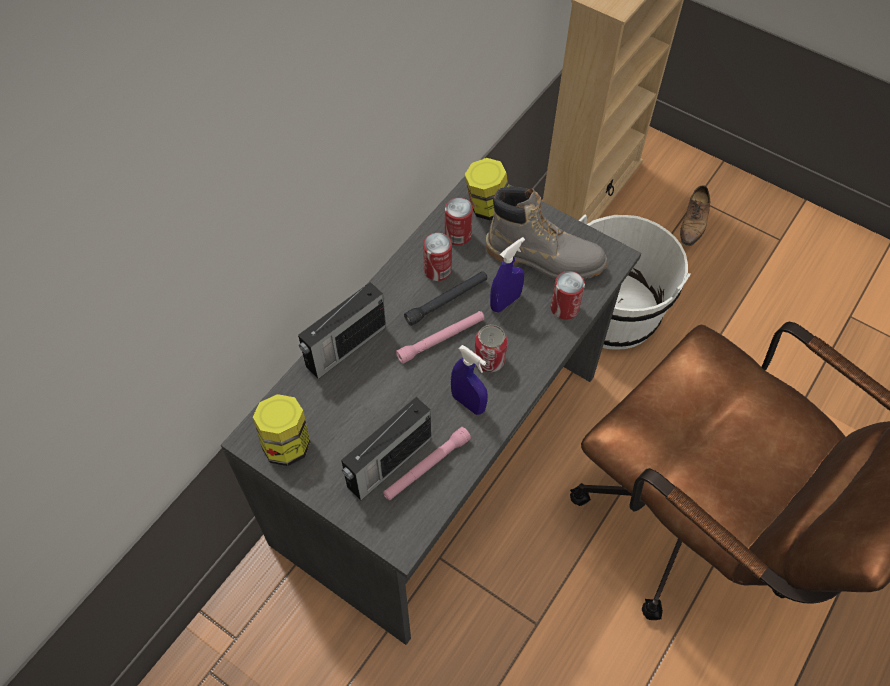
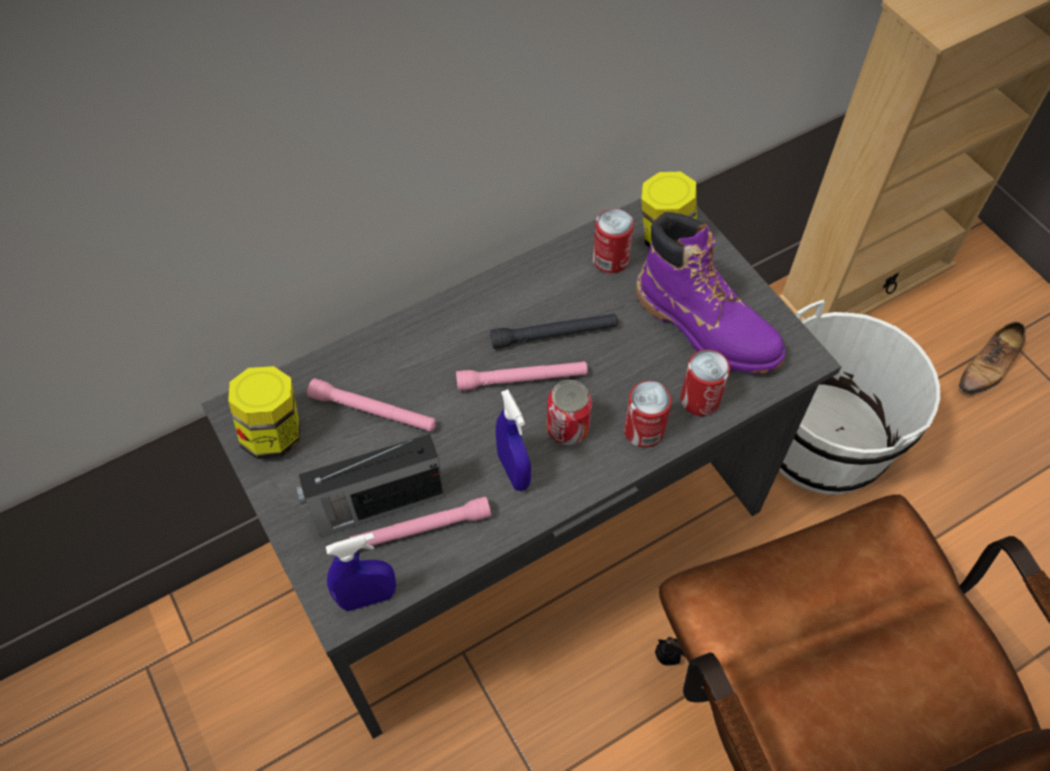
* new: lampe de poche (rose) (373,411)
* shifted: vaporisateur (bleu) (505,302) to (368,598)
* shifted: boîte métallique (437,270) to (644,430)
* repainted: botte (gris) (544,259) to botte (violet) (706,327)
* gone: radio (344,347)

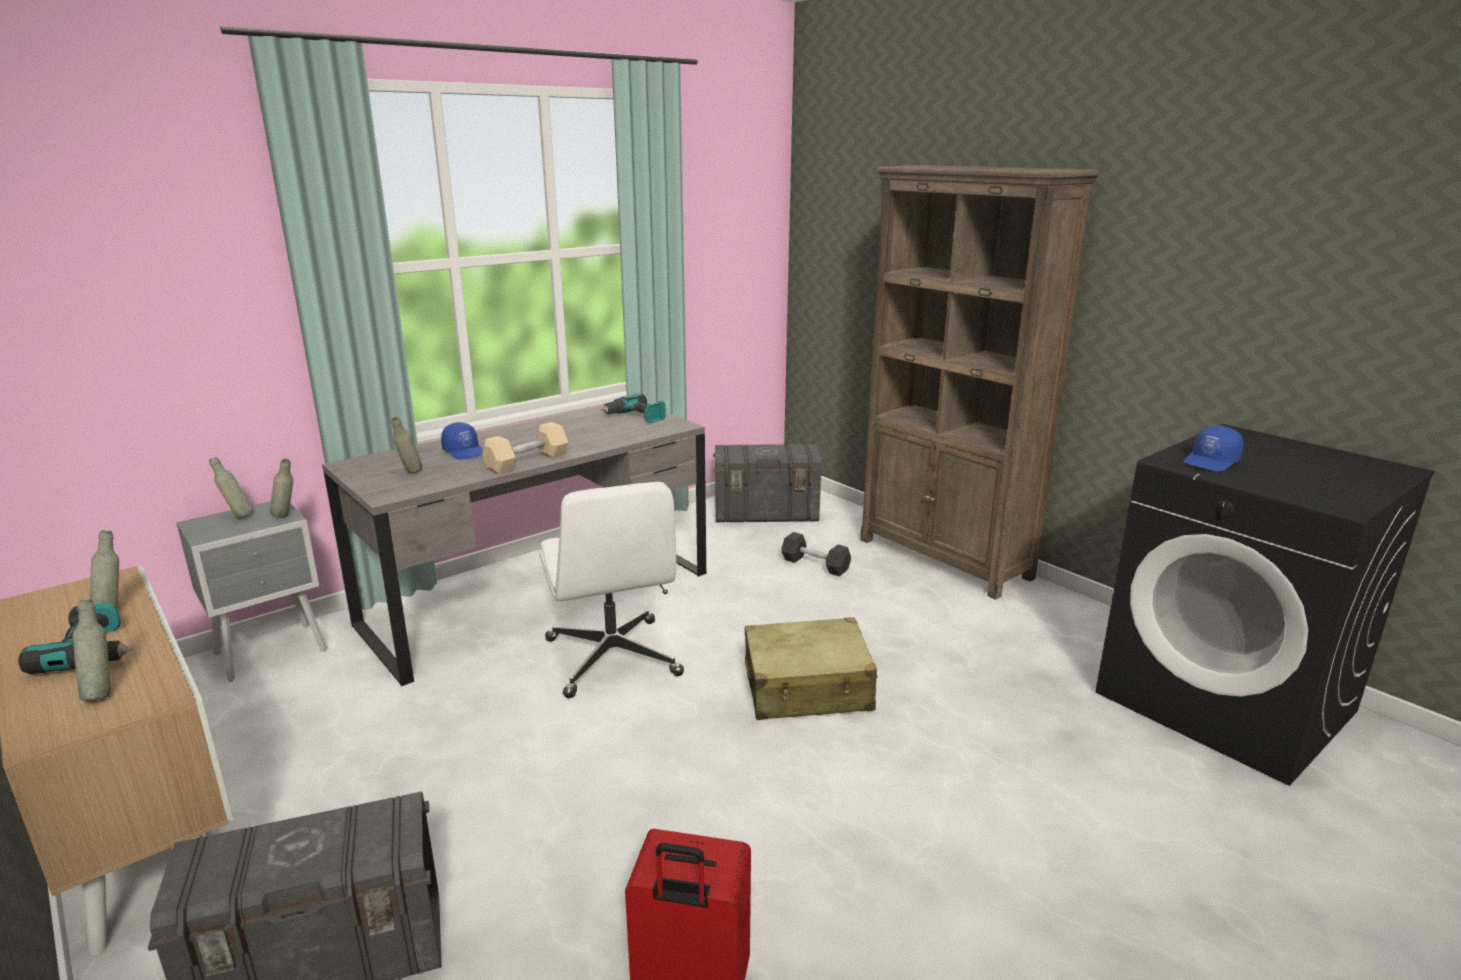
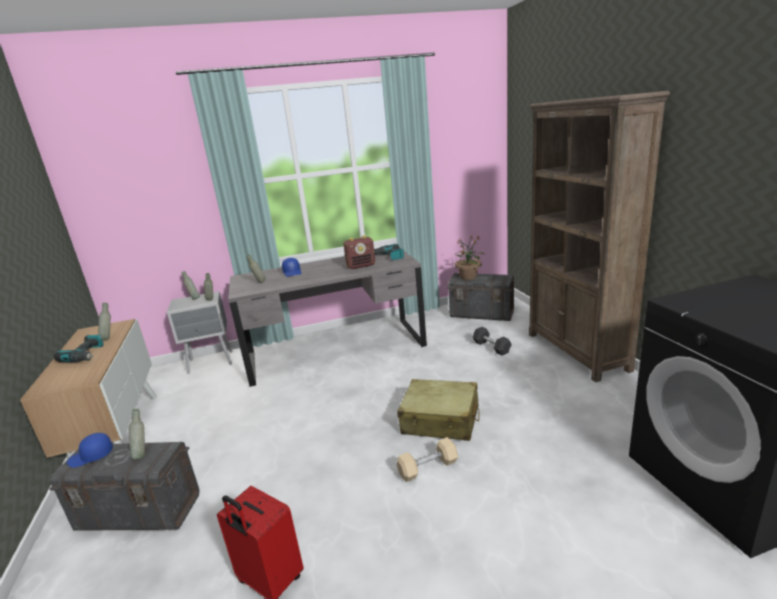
* shifted: casquette (bleu) (1211,462) to (91,457)
* shifted: bouteille (gris) (102,693) to (142,454)
* new: radio (361,266)
* shifted: haltère (beige) (527,462) to (428,468)
* new: plante en pot (468,277)
* gone: chaise de bureau (blanc) (613,658)

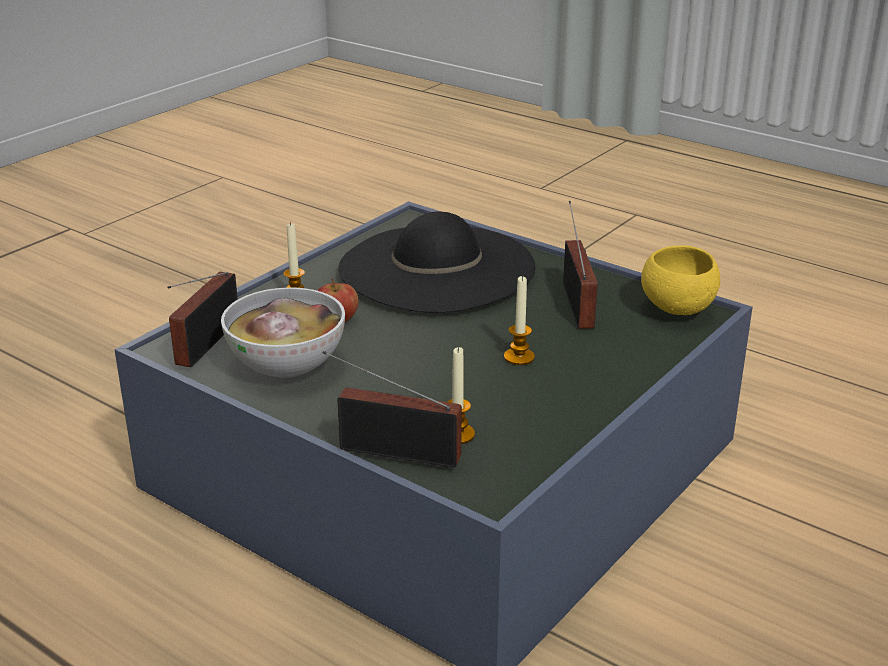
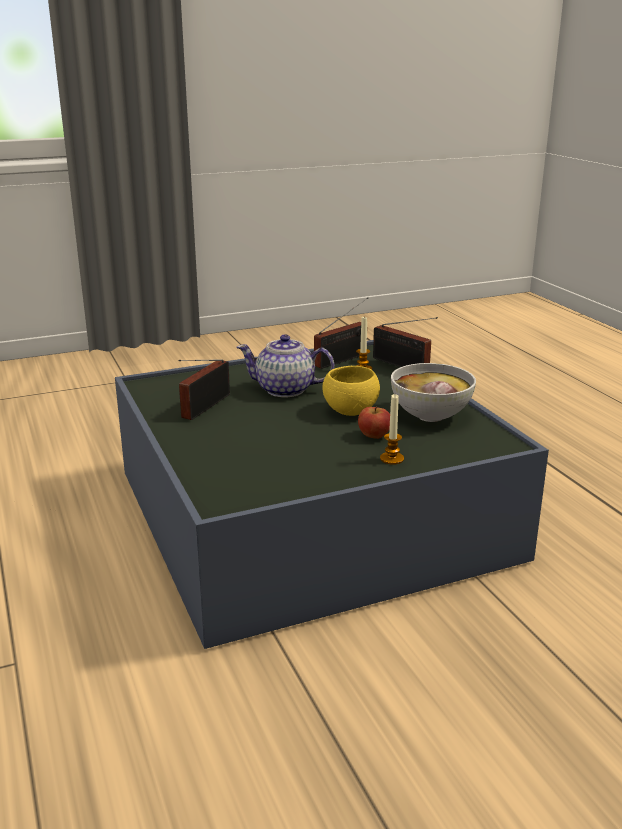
* swapped: bougie (519,357) to théière (286,390)
* shifted: radio (204,344) to (343,359)
* shifted: bol (jaune) (677,308) to (351,411)
* gone: chapeau (noir) (436,267)

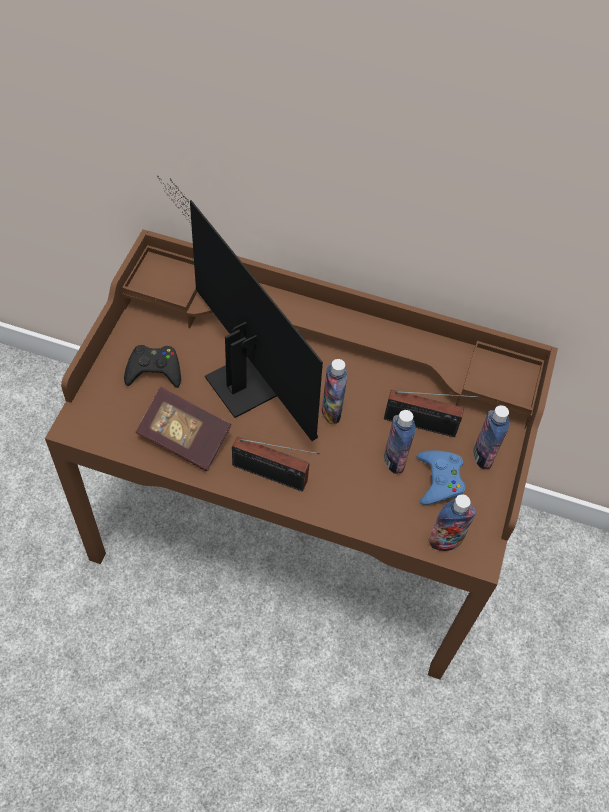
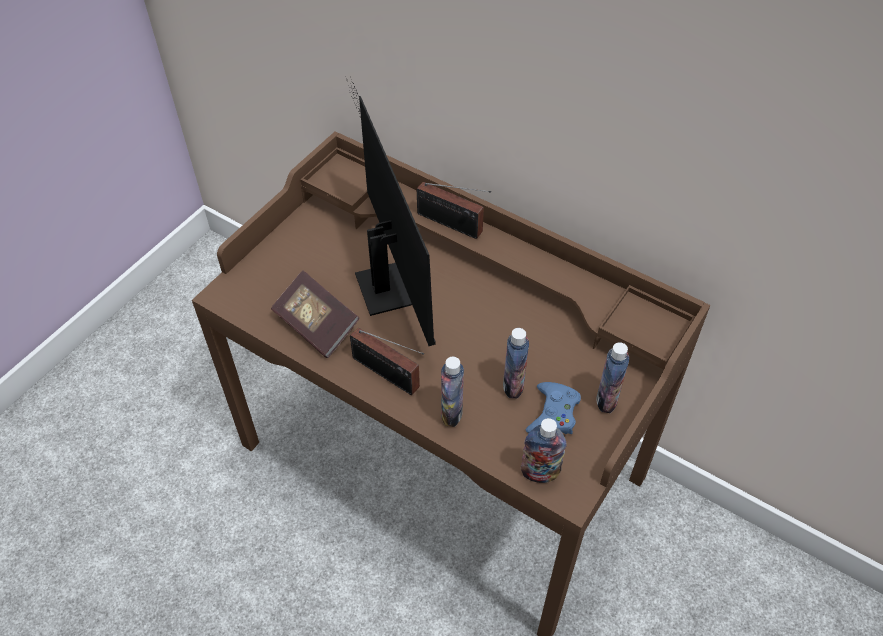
* shifted: radio (424,425) to (452,225)
* shifted: bouteille (331,411) to (451,413)
* gone: manette (noir) (154,370)

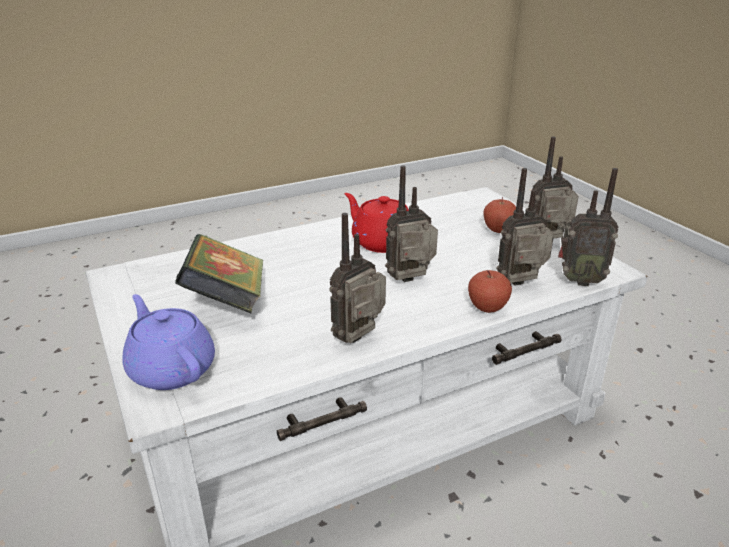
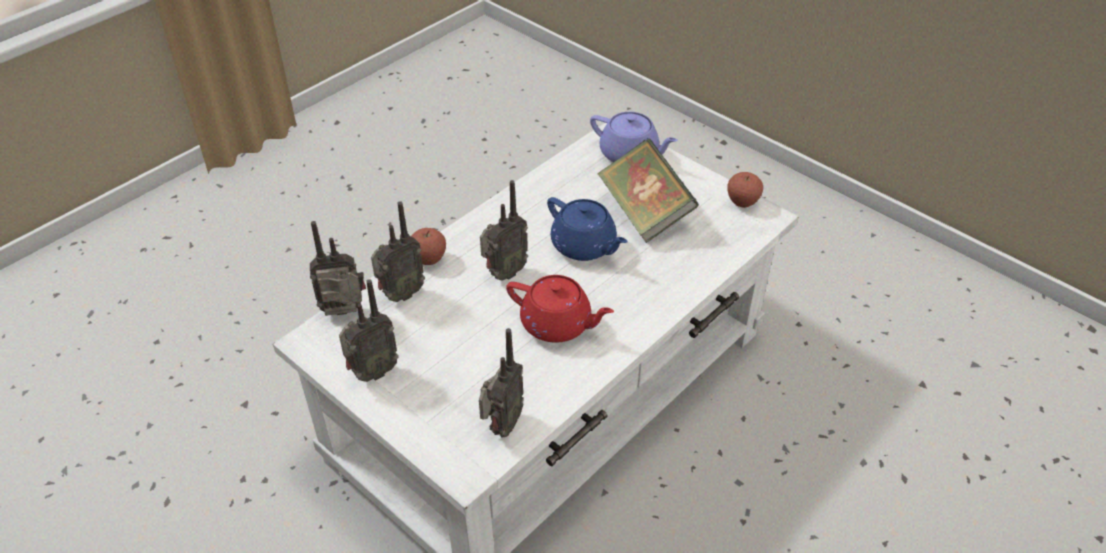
* shifted: radio (360,340) to (501,427)
* new: théière (bleu) (584,246)
* shifted: pomme (498,230) to (742,202)

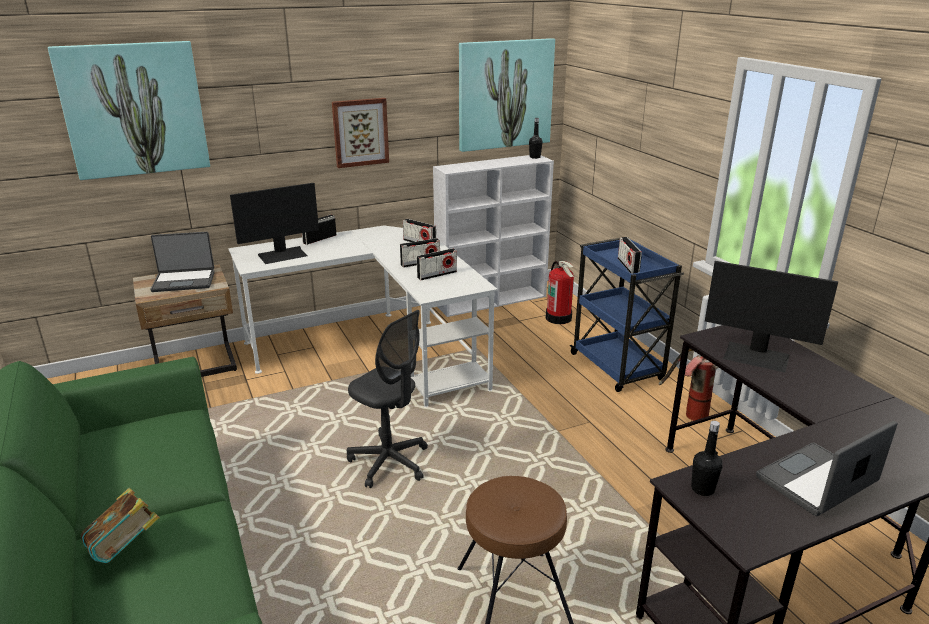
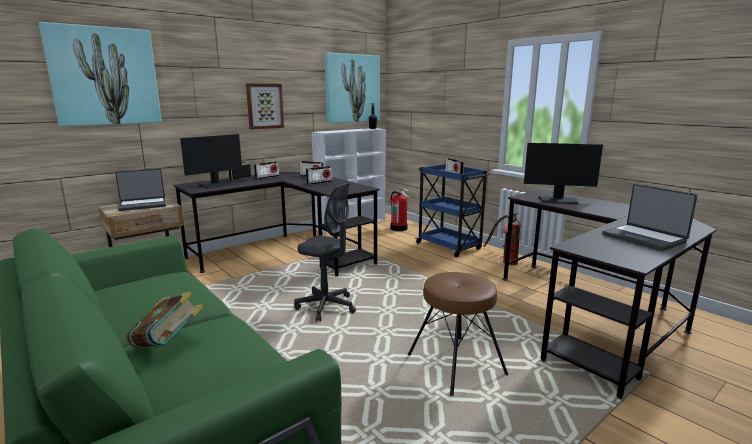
* repainted: bureau (blanc) (375,351) to bureau (noir) (285,253)
* shifted: radio (437,275) to (267,177)
* rotated: ordinateur portable (817,482) = (644,238) 75 degrees counterclockwise
* gone: bouteille (noir) (702,489)

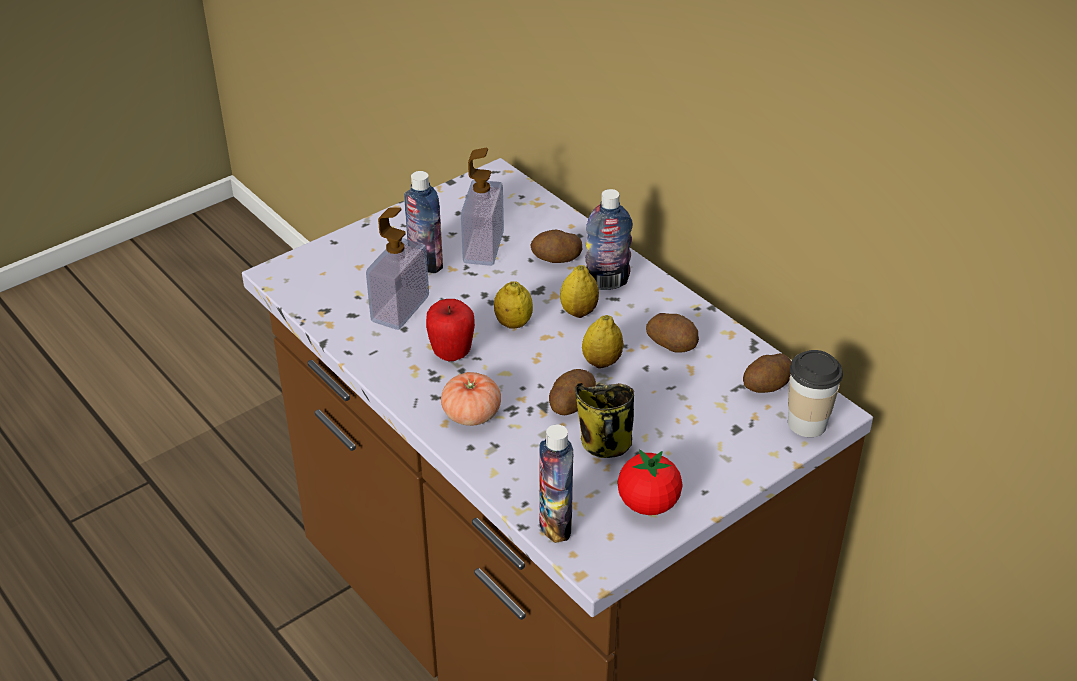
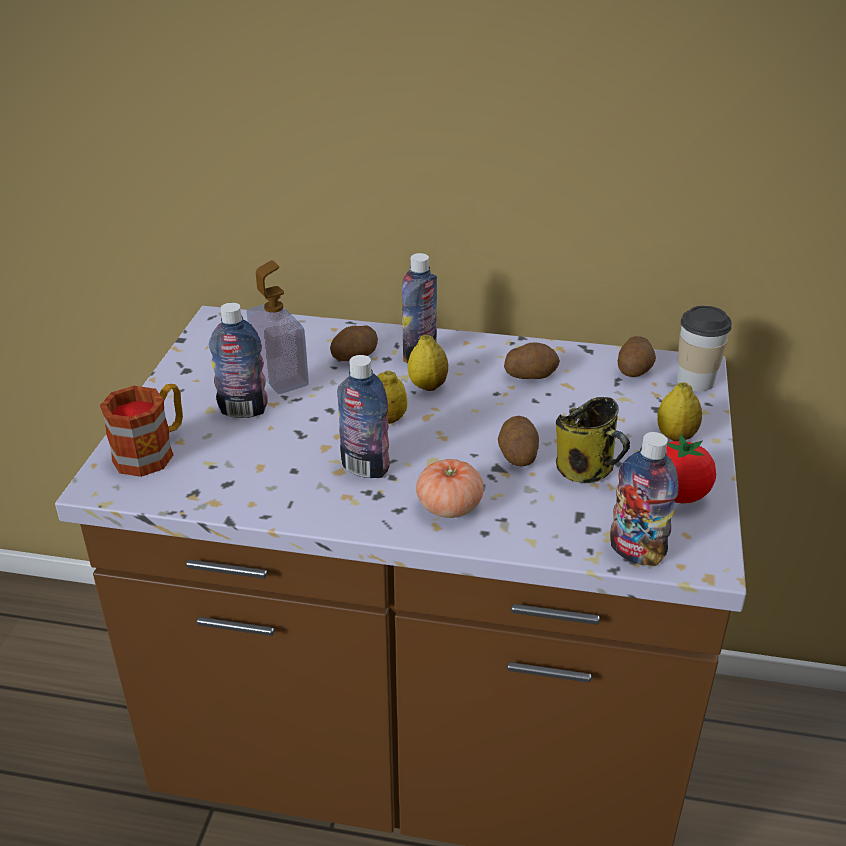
* new: mug (153,451)
* swapped: pomme (452,353) to bouteille (365,468)
* shifted: citron (602,362) to (675,436)
* gone: distributeur de savon (400,309)

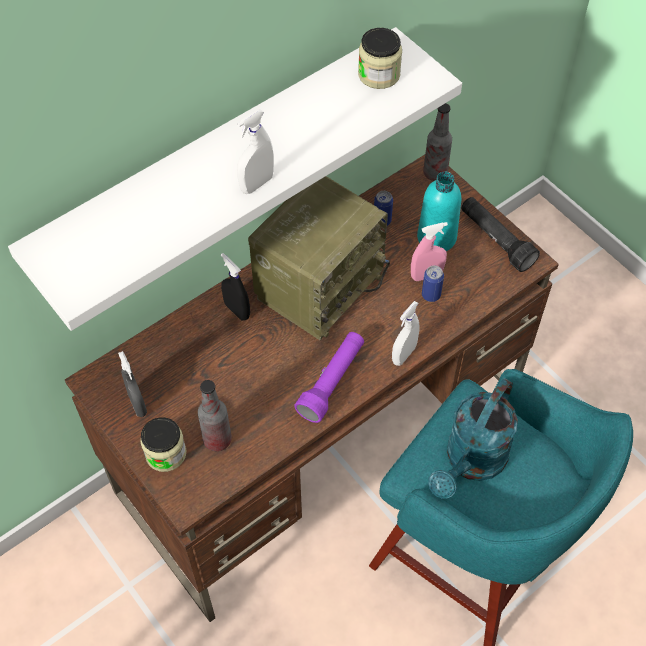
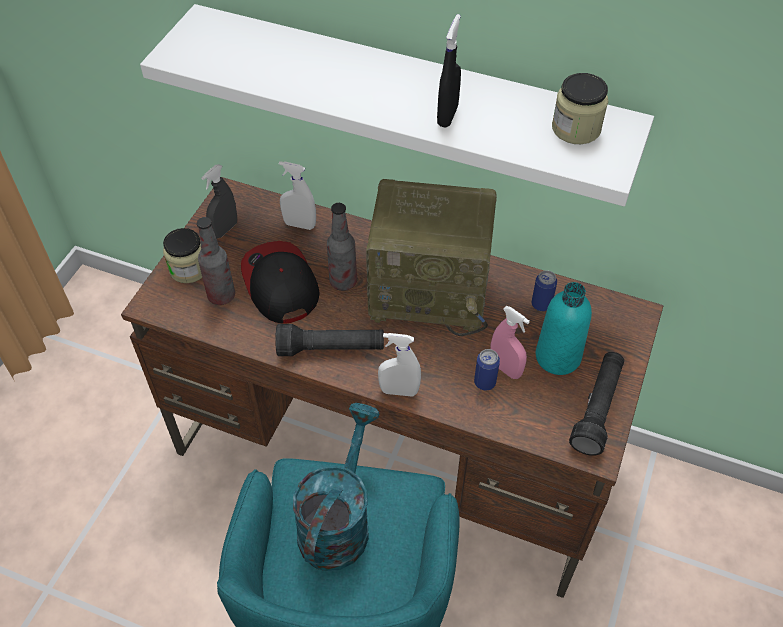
* new: casquette (279,284)
* repainted: lampe de poche (violet) (332,382) to lampe de poche (noir) (331,349)
* shifted: vaporisateur (blanc) (256,184) to (299,225)
* rotated: arrosoir (turquoise) (471,462) = (338,520) 105 degrees clockwise
* shifted: bouteille (435,173) to (343,282)
* shifted: vaporisateur (noir) (237,310) to (447,116)

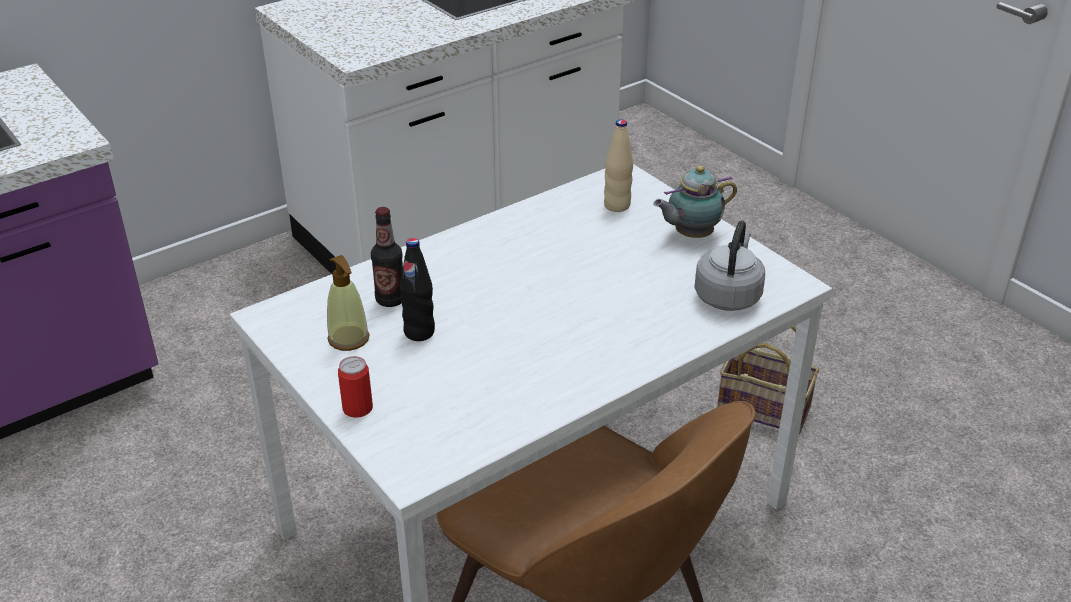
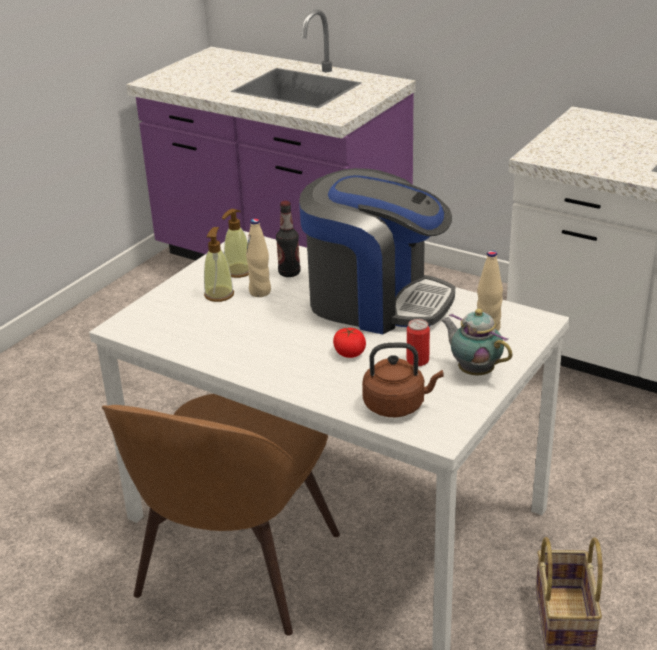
* new: distributeur de savon (219,294)
* repainted: bouteille (noir) (419,332) to bouteille (beige) (260,292)
* new: machine à café (376,301)
* new: tomate (349,353)
* repainted: bouilloire (gris) (728,295) to bouilloire (marron) (397,405)
* shifted: boîte métallique (357,408) to (417,360)

